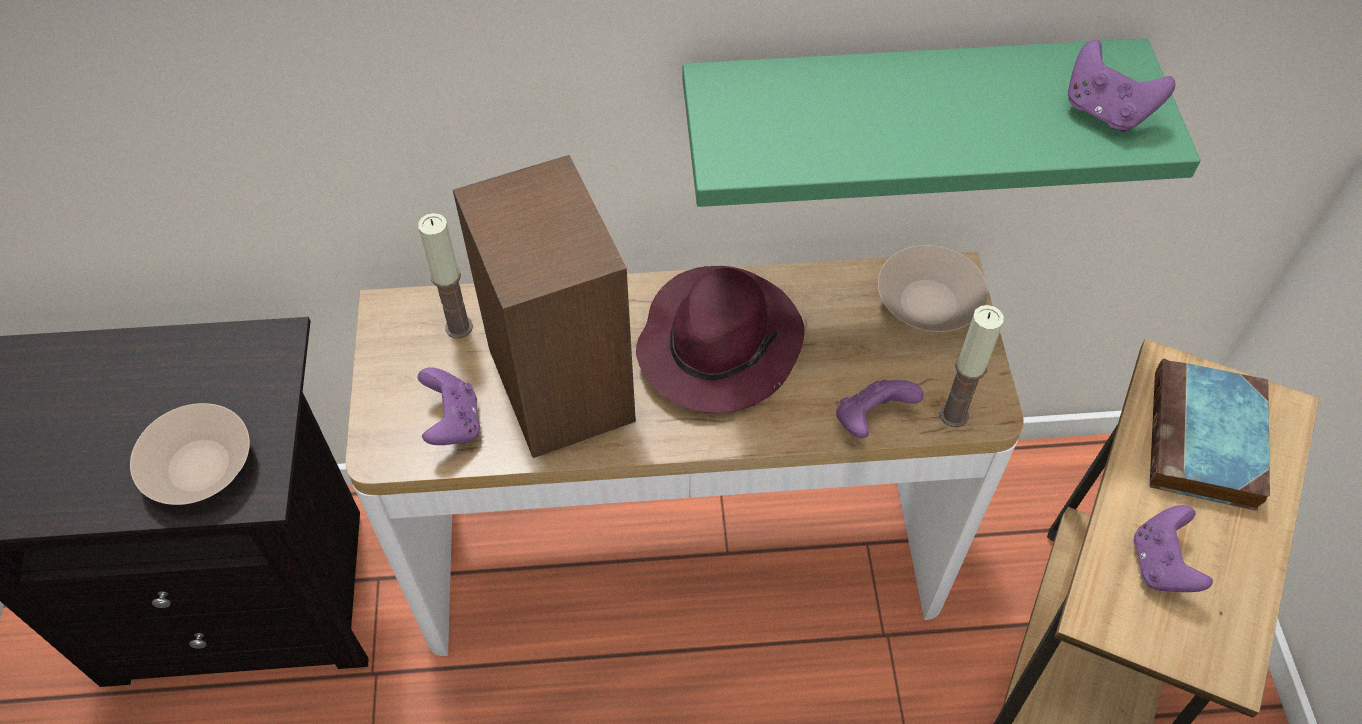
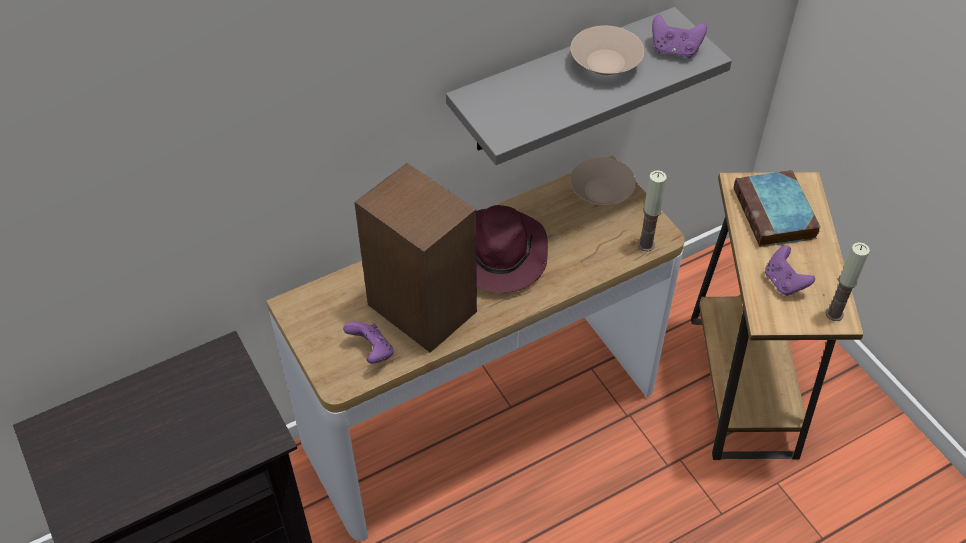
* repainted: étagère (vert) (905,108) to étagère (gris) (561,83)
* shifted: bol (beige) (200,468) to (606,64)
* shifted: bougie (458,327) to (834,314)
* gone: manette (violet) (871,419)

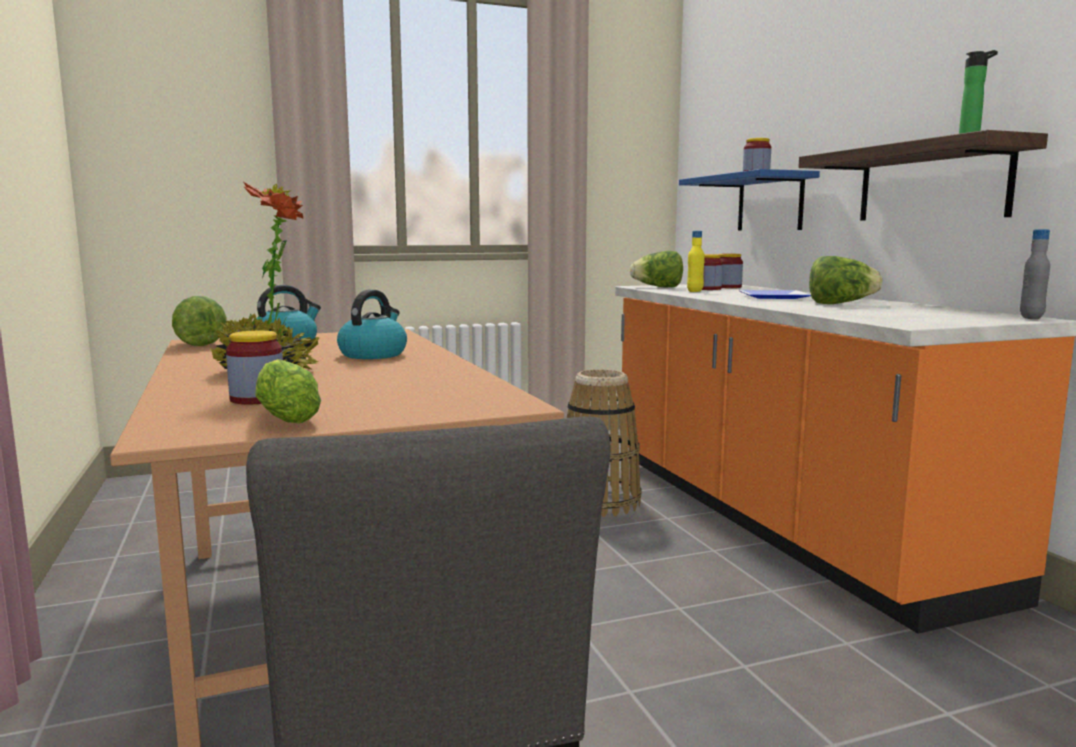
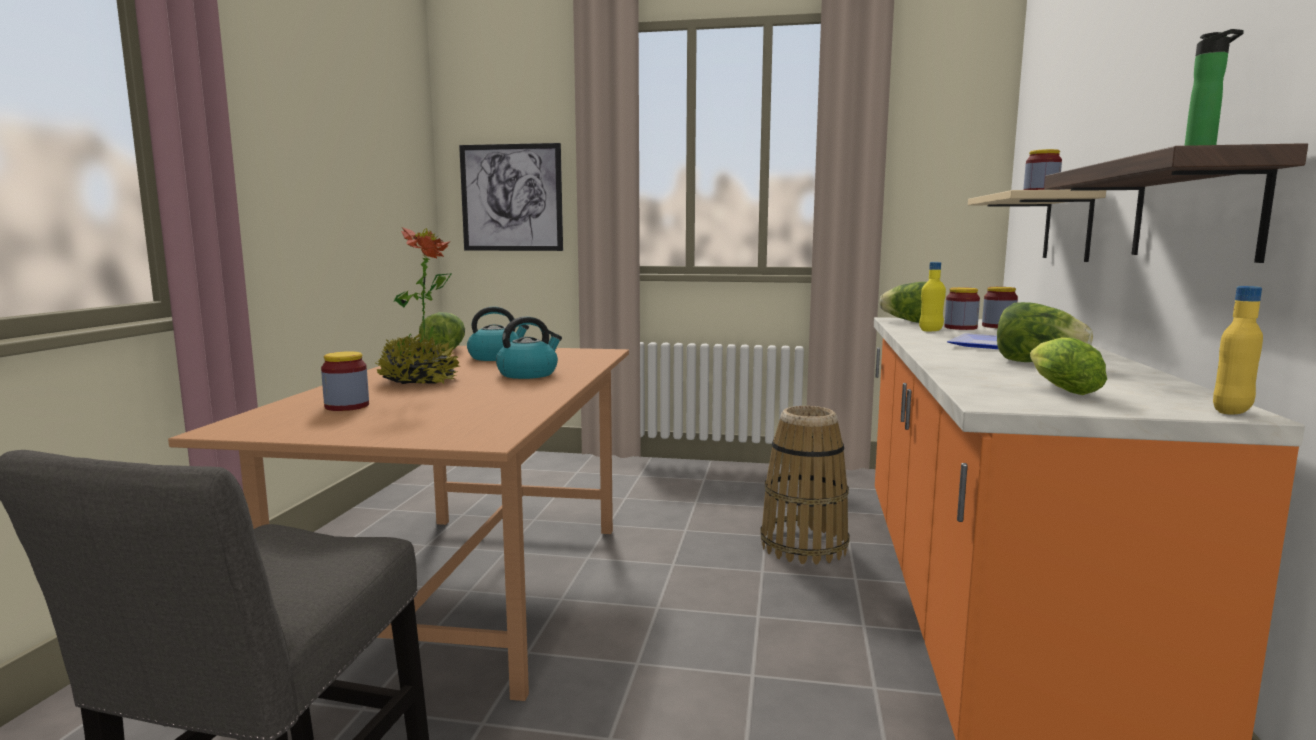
* new: tableau (511,198)
* repainted: étagère (bleu) (770,203) to étagère (beige) (1068,227)
* shifted: laitue (284,417) to (1058,389)
* repainted: bouteille (gris) (1031,318) to bouteille (jaune) (1232,411)

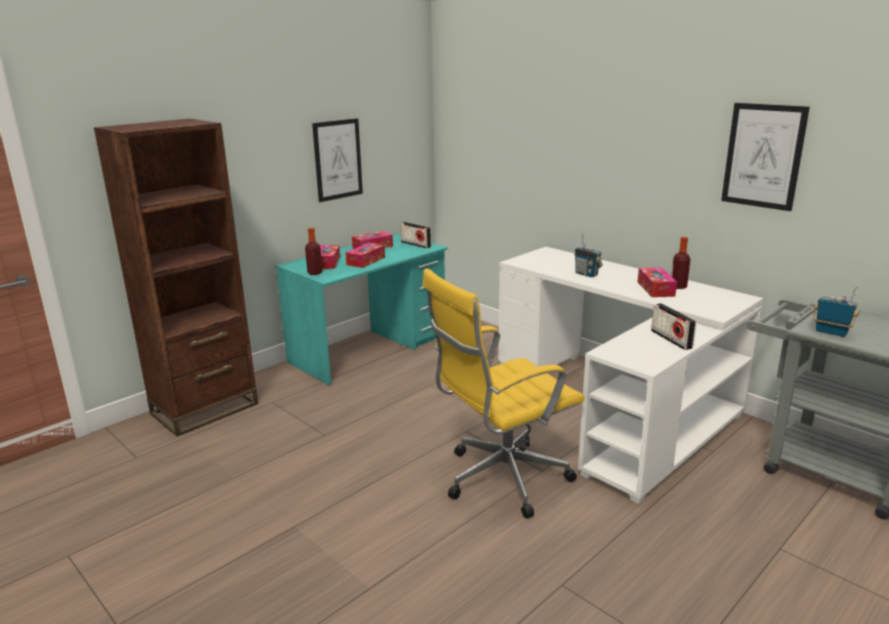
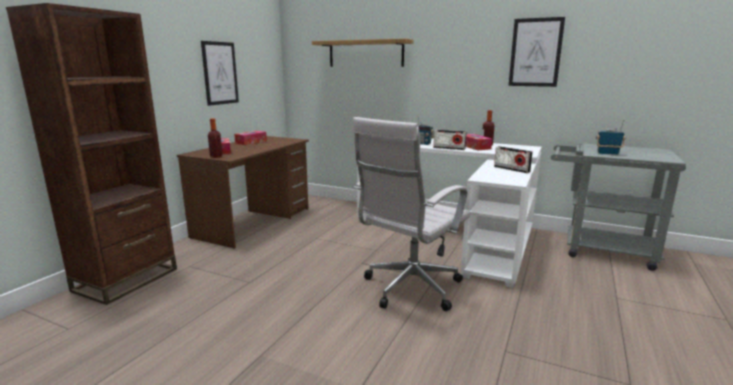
* repainted: bureau (turquoise) (369,350) to bureau (marron) (254,222)
* new: étagère (365,53)
* repainted: chaise de bureau (jaune) (500,479) to chaise de bureau (blanc) (409,289)
* shifted: radio (416,244) to (449,148)
* gone: boîte à mouchoirs (366,261)

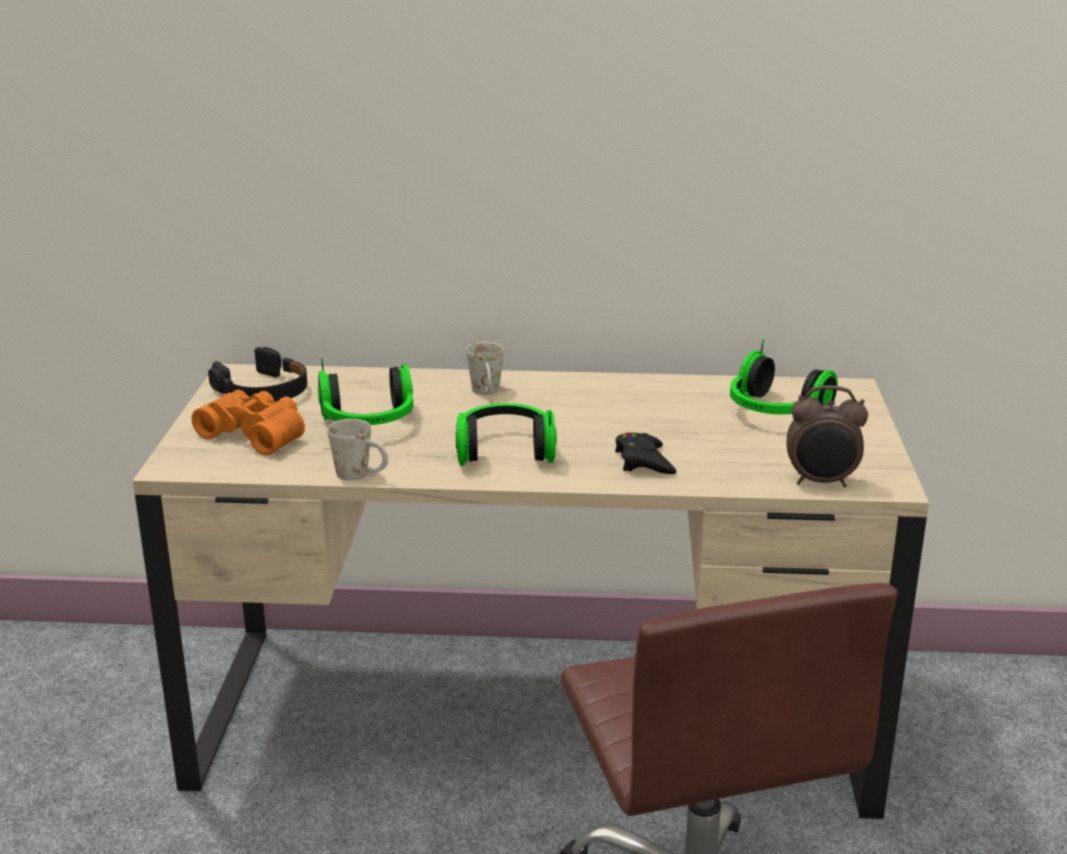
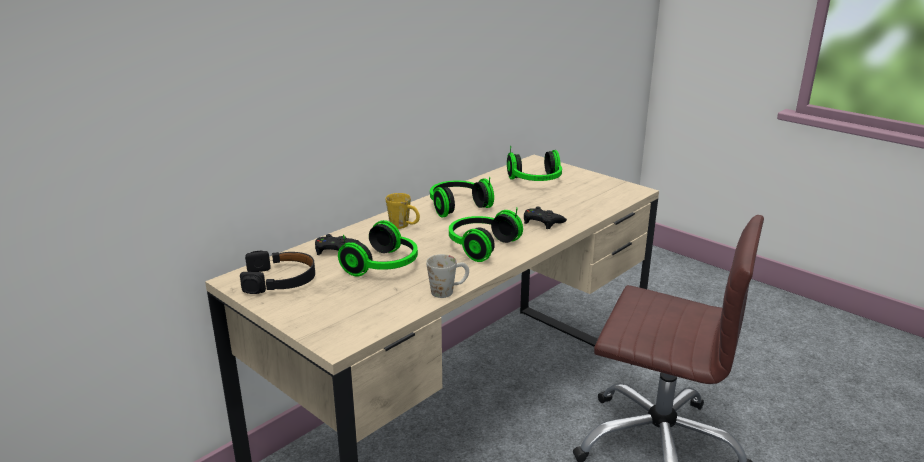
* new: manette (noir) (335,250)
* repainted: mug (blanc) (487,393) to mug (jaune) (404,226)
* new: casque audio (457,206)
* gone: jumelles (orange) (256,433)
* gone: réveil (821,482)

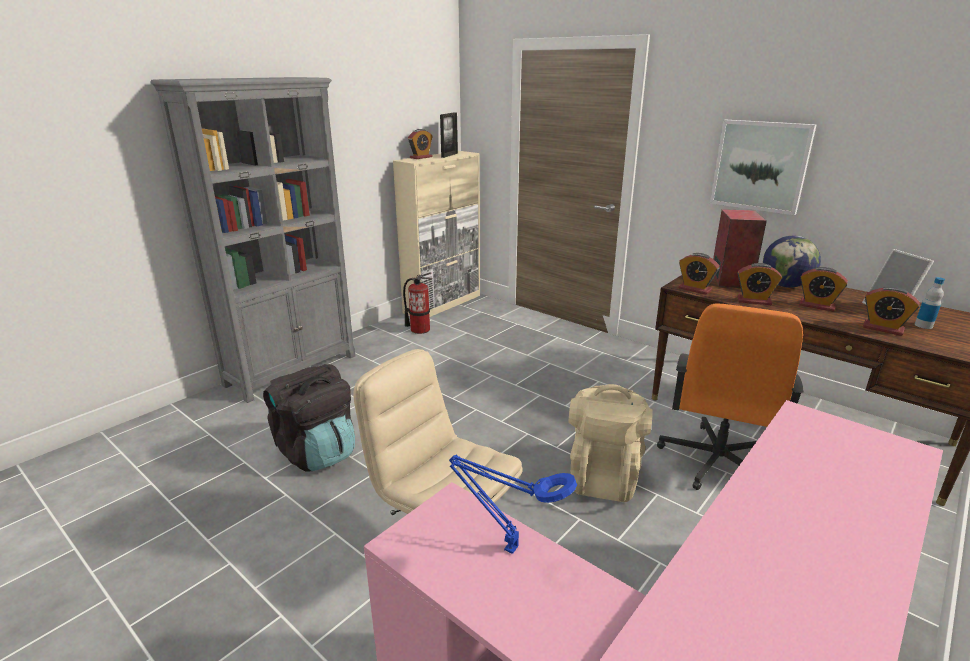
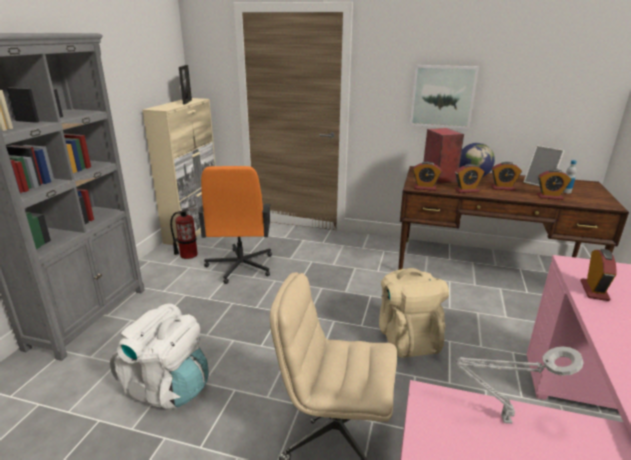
* repainted: sac à dos (noir) (316,452) to sac à dos (blanc) (167,388)
* shifted: chaise de bureau (orange) (716,461) to (240,267)
* repainted: lampe de table (bleu) (507,547) to lampe de table (gris) (502,420)
* shifted: réveil (421,157) to (594,290)

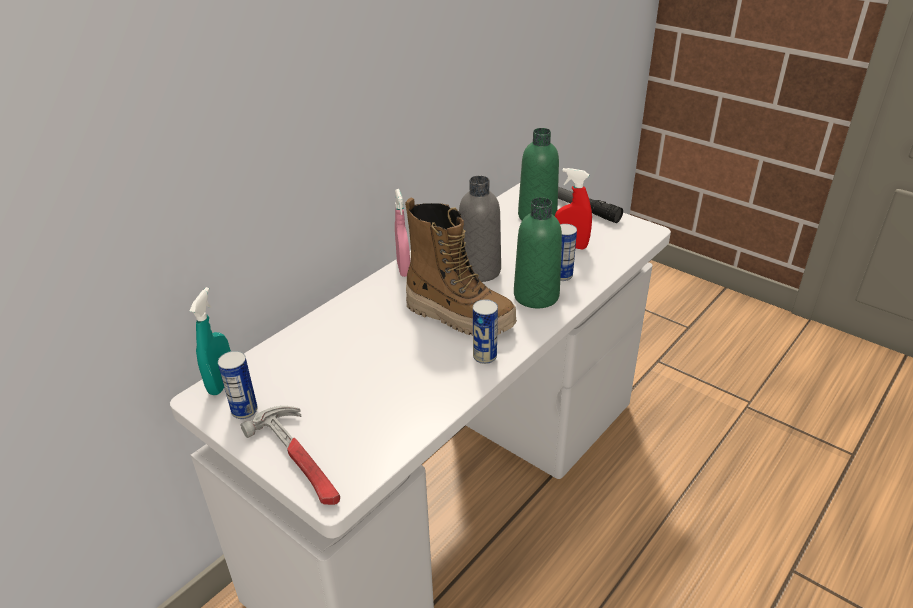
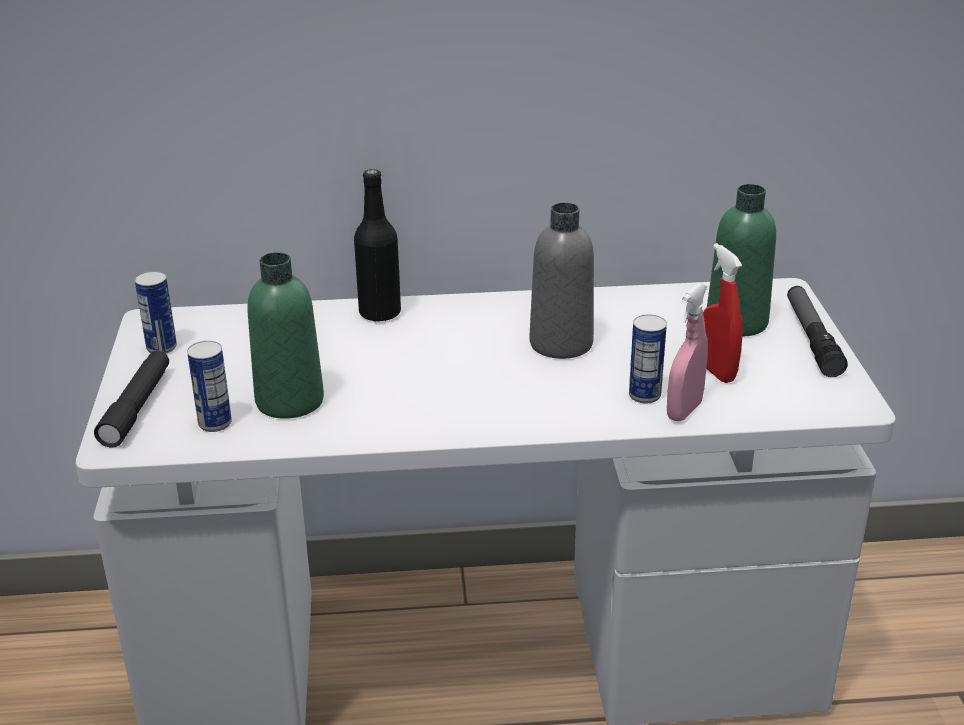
* swapped: marteau (300,459) to lampe de poche (noir) (137,407)
* shifted: boîte métallique (484,356) to (215,423)
* shifted: bouteille (vert) (536,296) to (289,401)
* new: bouteille (noir) (380,313)
* shifted: vaporisateur (rose) (404,269) to (684,411)
* gone: vaporisateur (turquoise) (221,383)
* gone: botte (460,316)

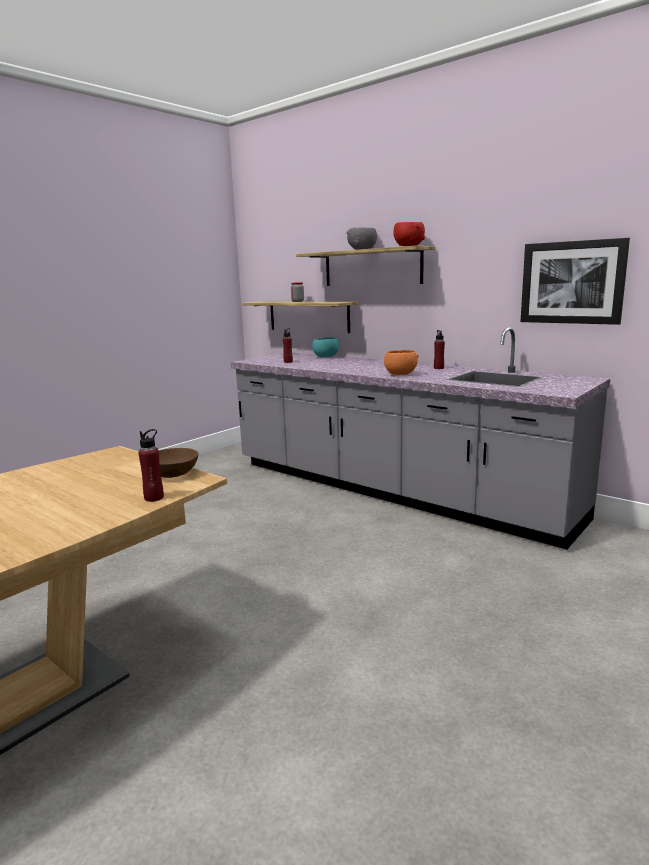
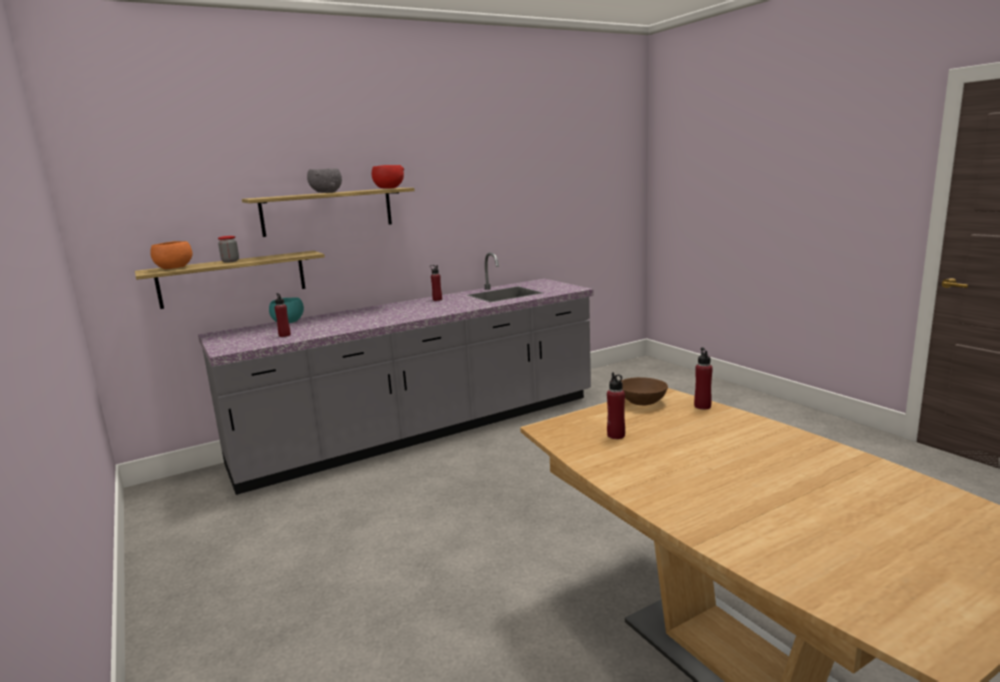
* shifted: bol (orange) (400,374) to (173,268)
* new: bouteille (rouge) (616,435)
* gone: tableau (572,282)

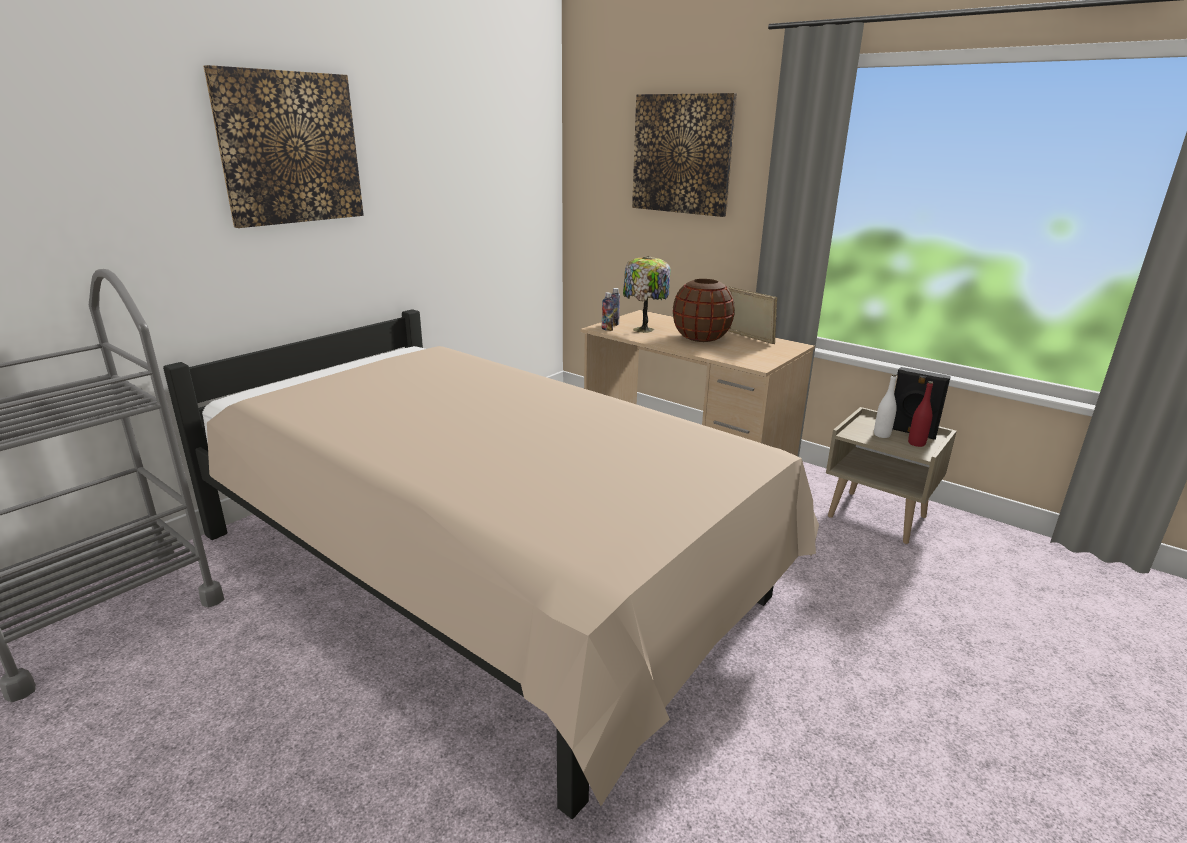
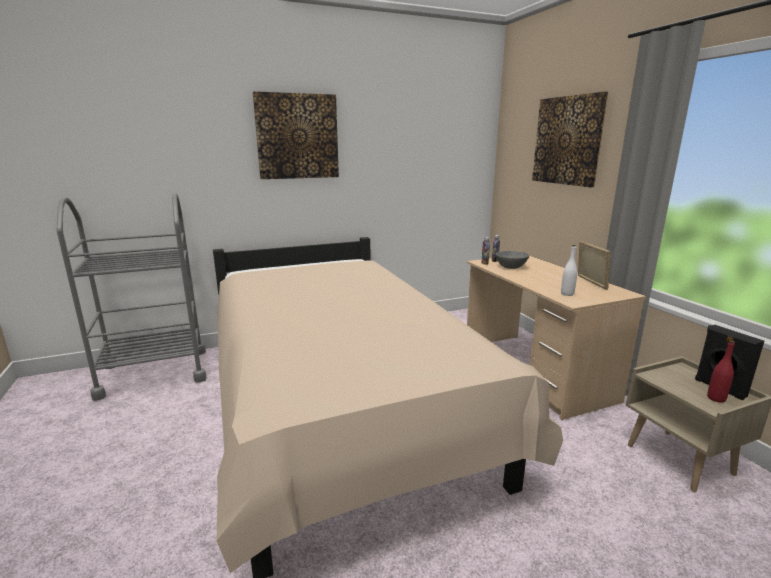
* swapped: lampe de table (644,330) to bol (gris) (511,267)
* shifted: bouteille (blanc) (882,435) to (567,294)
* gone: vase (marron) (701,338)

